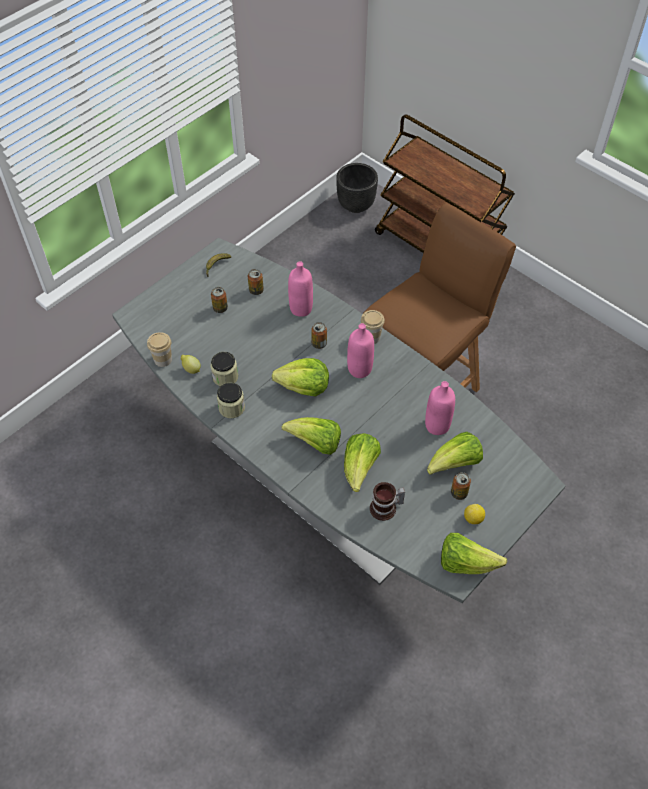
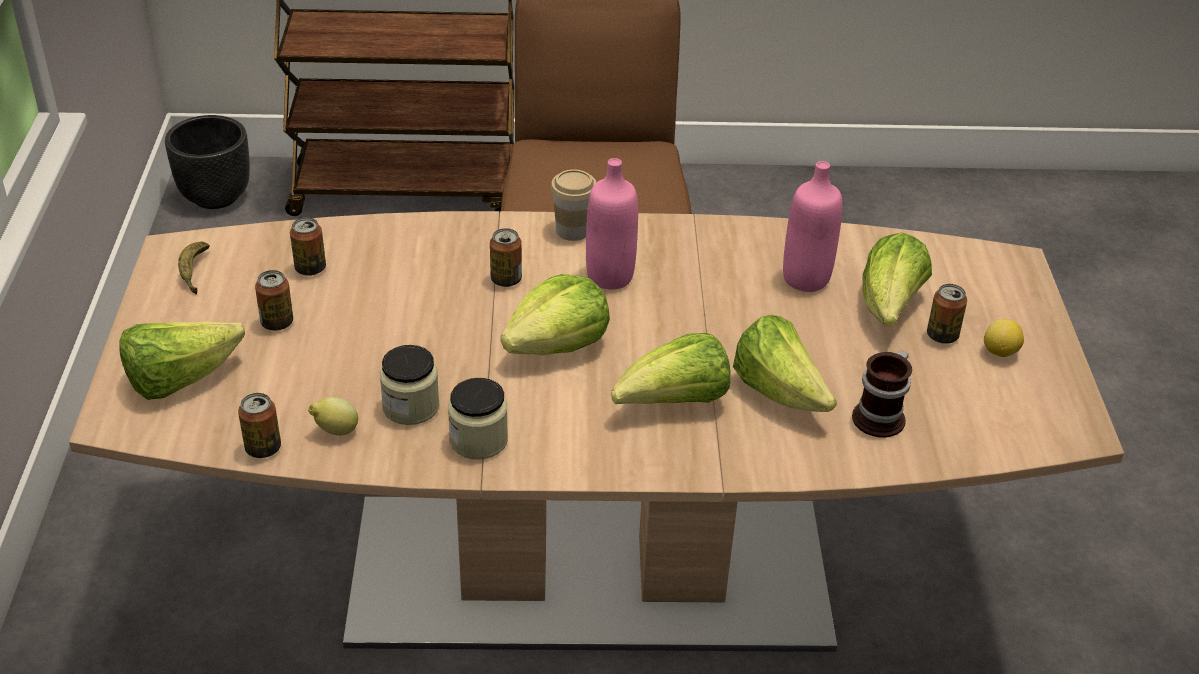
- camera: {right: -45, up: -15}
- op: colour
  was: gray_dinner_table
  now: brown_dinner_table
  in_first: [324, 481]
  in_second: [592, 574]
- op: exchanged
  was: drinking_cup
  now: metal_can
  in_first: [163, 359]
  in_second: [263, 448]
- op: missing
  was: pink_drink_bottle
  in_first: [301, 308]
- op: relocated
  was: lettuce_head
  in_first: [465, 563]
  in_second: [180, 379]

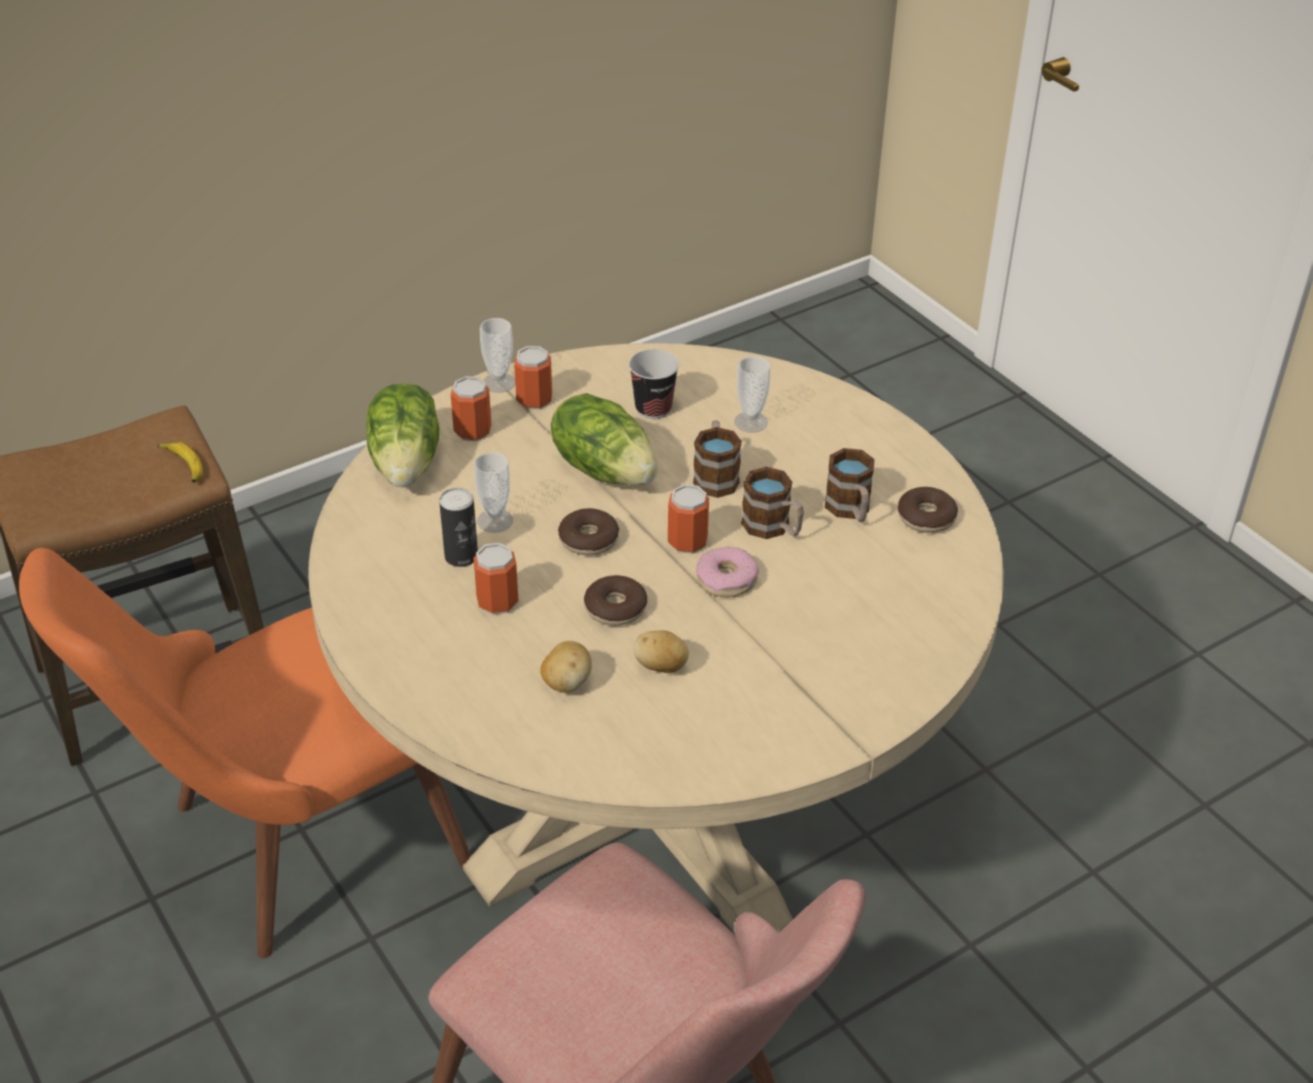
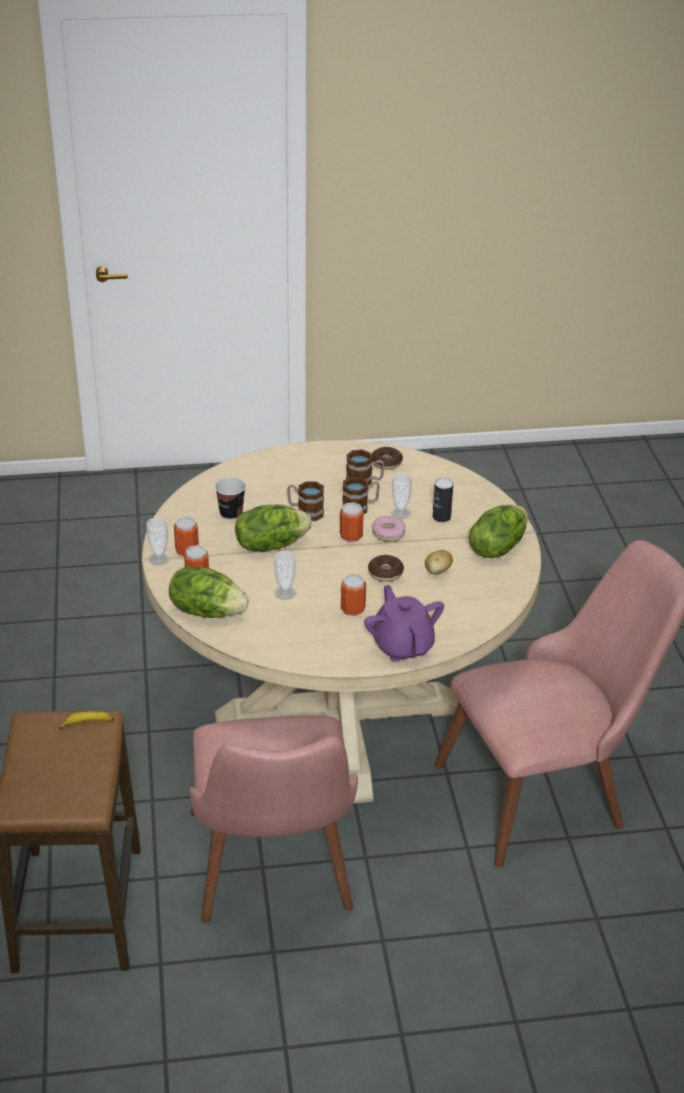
- camera: {right: -65, up: -5}
- op: colour
  was: orange-coloured_plain_chair
  now: pink_plain_chair
  in_first: [285, 850]
  in_second: [274, 878]
- op: relocated
  was: metal_can
  in_first: [461, 556]
  in_second: [441, 517]
- op: missing
  was: spud
  in_first: [566, 682]
- op: missing
  was: ring_doughnut
  in_first: [588, 540]
- op: relocated
  was: drinking_cup
  in_first: [751, 422]
  in_second: [400, 513]
- op: appeared
  now: purplish_pot_for_tea
  in_second: [402, 646]
- op: appeared
  now: lettuce_head
  in_second: [497, 547]

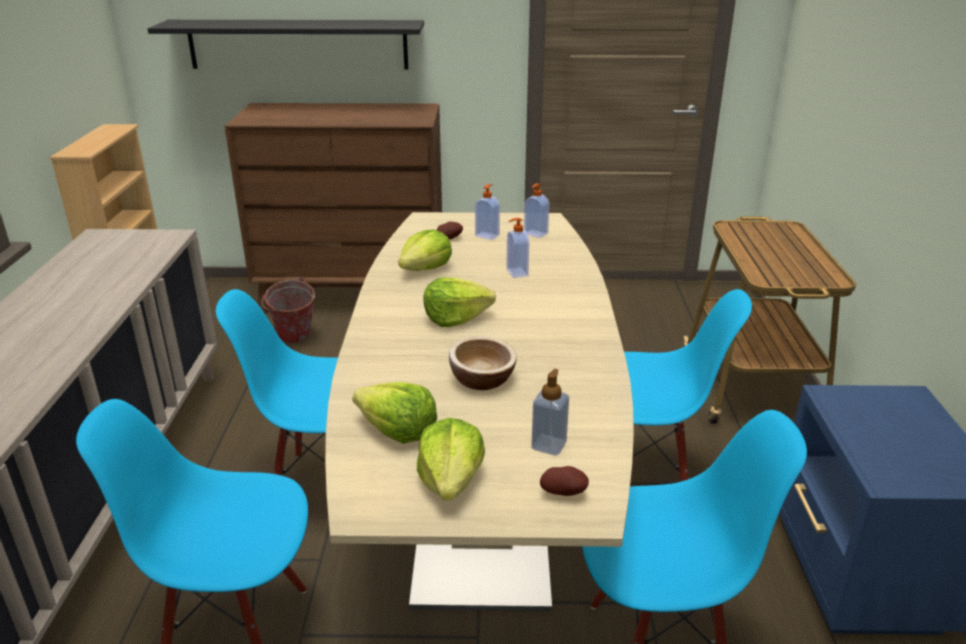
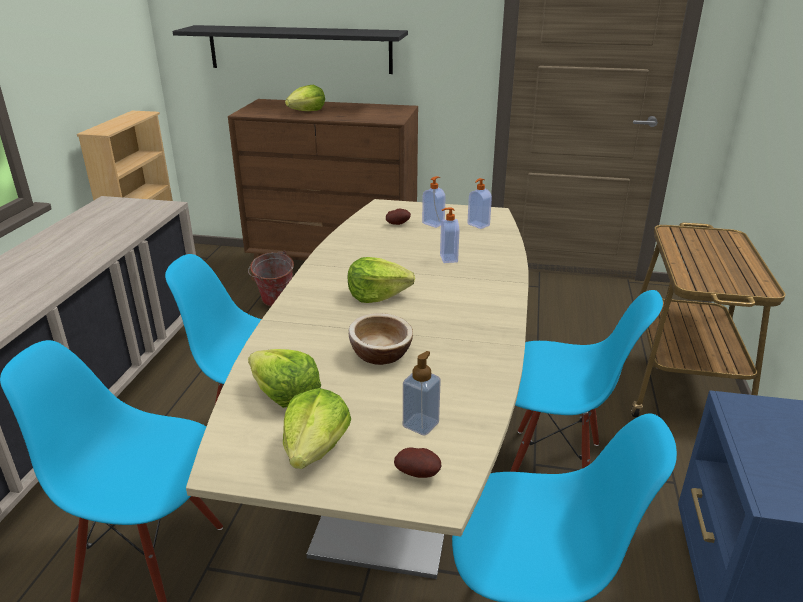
- camera: {right: 10, up: 0}
- op: relocated
  was: lettuce_head
  in_first: [425, 269]
  in_second: [307, 112]

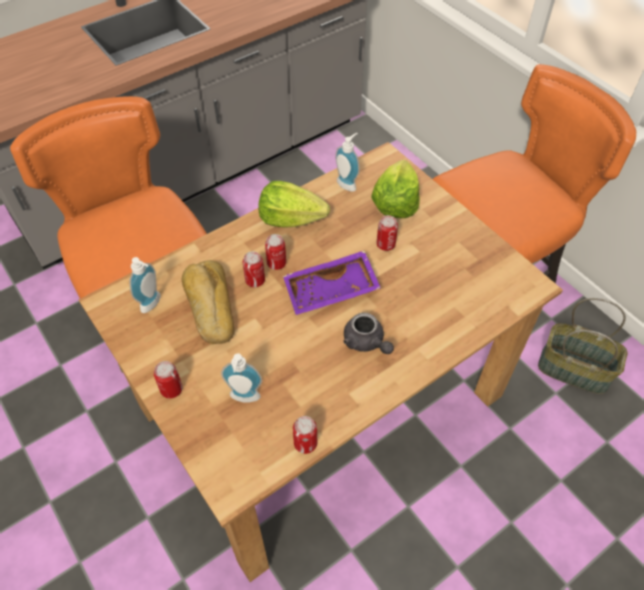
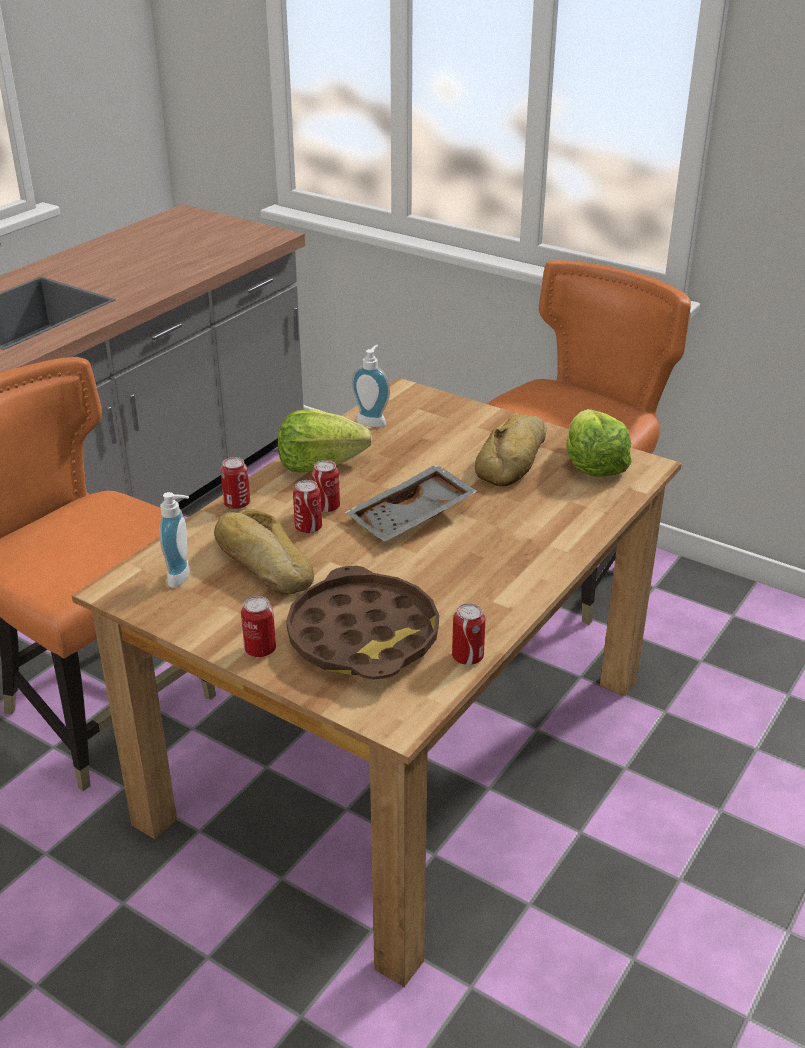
- camera: {right: -20, up: -20}
- op: exchanged
  was: soap_dispenser
  now: brown_serving_tray
  in_first: [244, 399]
  in_second: [363, 636]
- op: colour
  was: purplish_serving_tray
  now: gray_serving_tray
  in_first: [331, 291]
  in_second: [412, 518]
- op: missing
  was: gray_pot_for_tea
  in_first: [366, 342]
- op: relocated
  was: lettuce_head
  in_first: [395, 203]
  in_second: [593, 464]
- op: relocated
  was: metal_can
  in_first: [385, 244]
  in_second: [237, 504]
- op: missing
  was: household_basket
  in_first: [575, 369]
- op: appeared
  now: bread
  in_second: [515, 458]

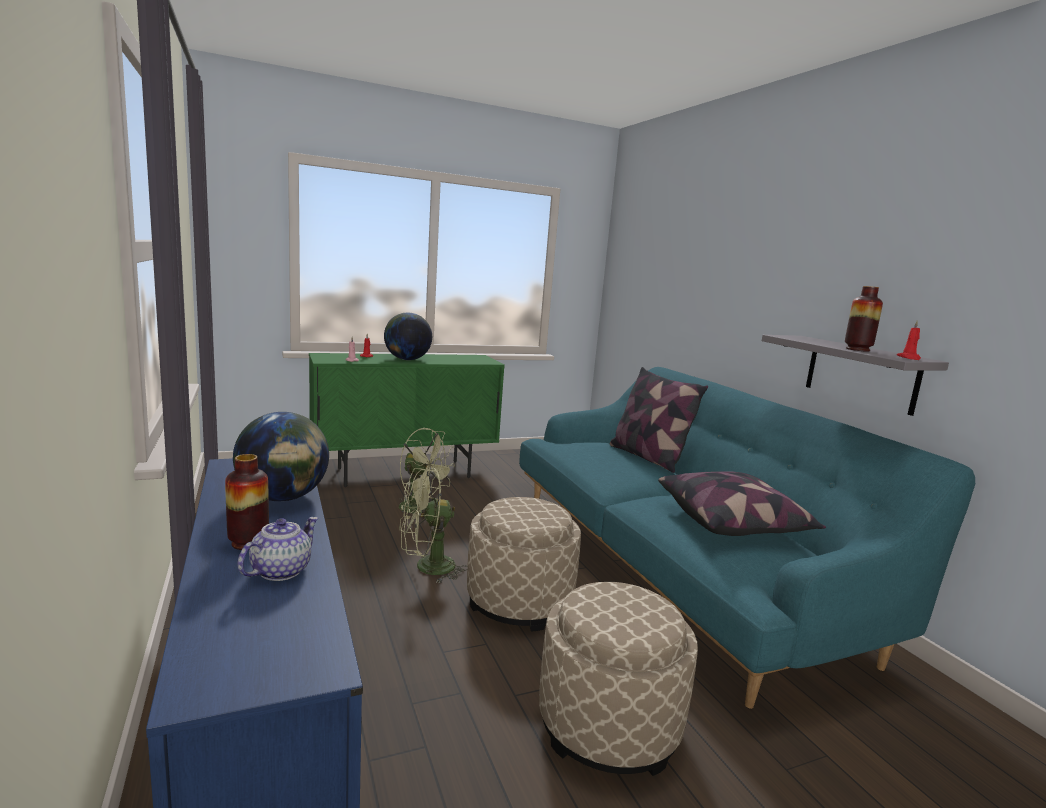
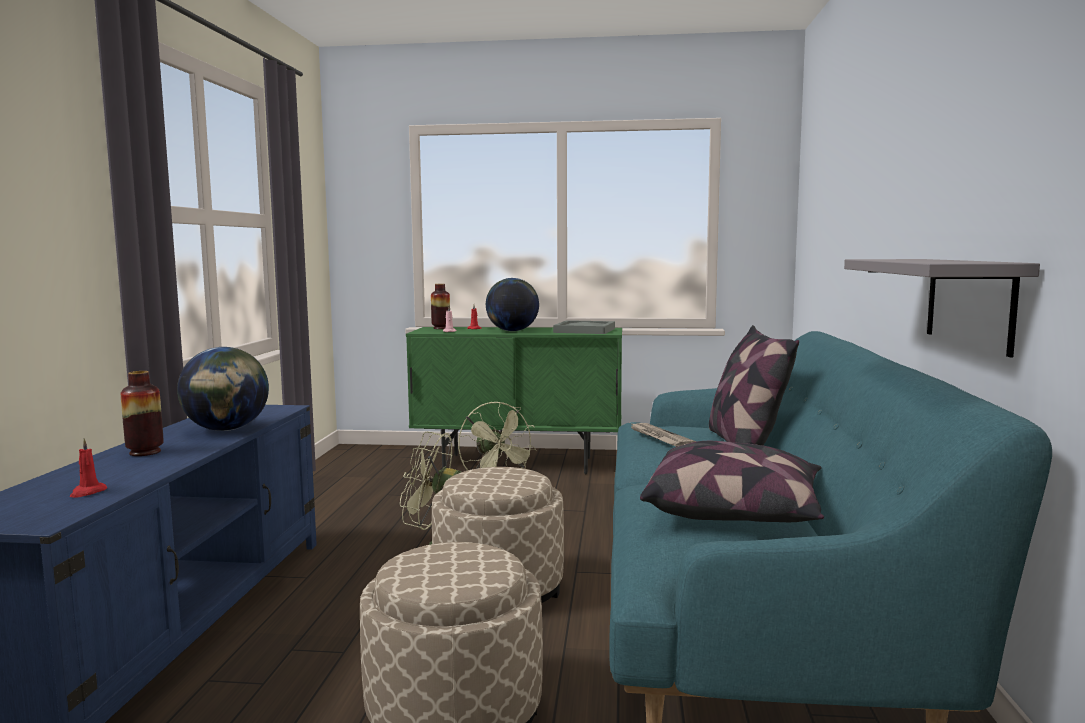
- camera: {right: 30, up: -5}
- op: missing
  was: pot_for_tea
  in_first: [281, 570]
- op: relocated
  was: decorative_vase
  in_first: [857, 349]
  in_second: [441, 328]
- op: relocated
  was: reddish_candle
  in_first: [909, 358]
  in_second: [87, 492]
- op: appeared
  now: gray_serving_tray
  in_second: [585, 330]
- op: appeared
  now: daily_paper
  in_second: [659, 437]

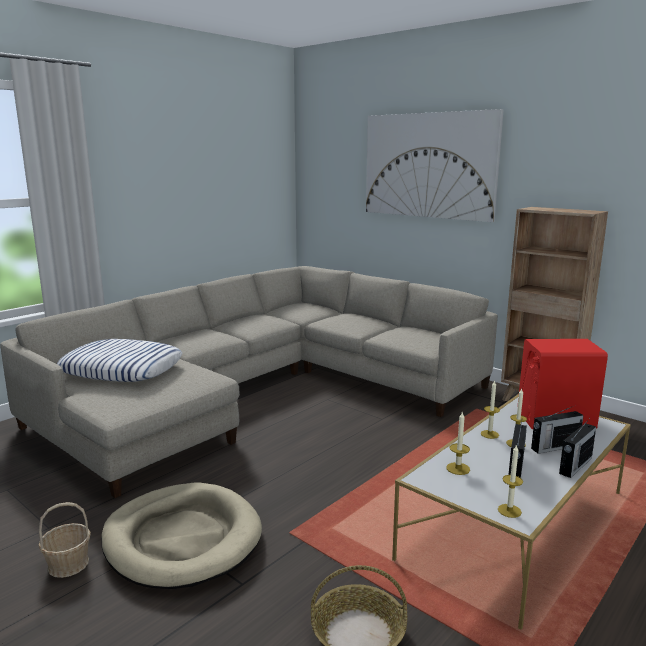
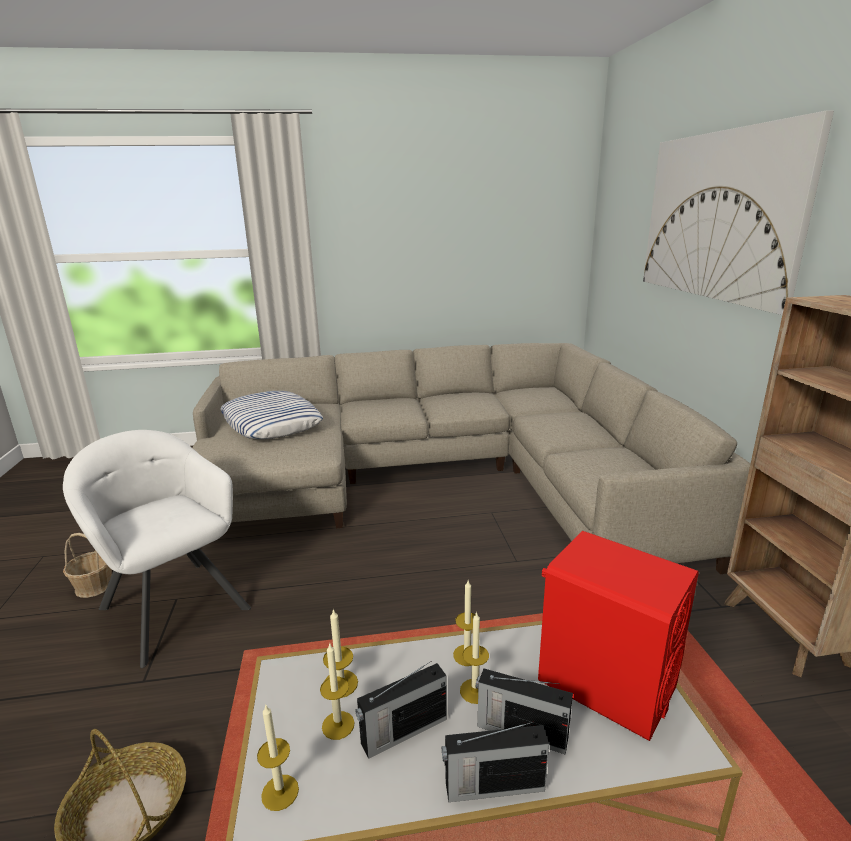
- camera: {right: 40, up: 5}
- op: exchanged
  was: sand-coloured_dog_bed
  now: white-coloured_easy_chair
  in_first: [182, 539]
  in_second: [175, 607]
- op: appeared
  now: candle
  in_second: [338, 725]

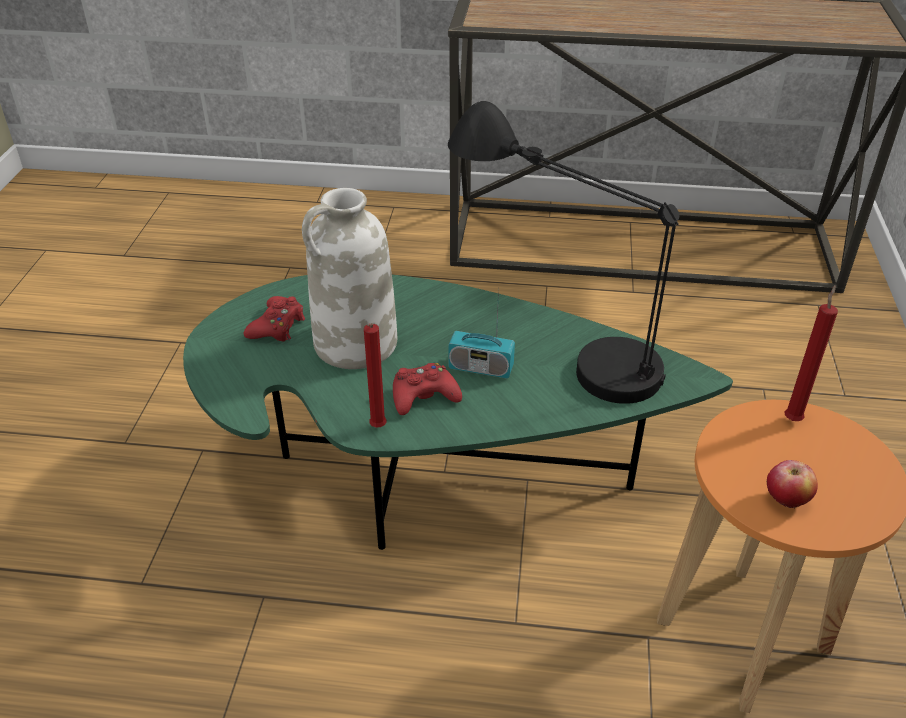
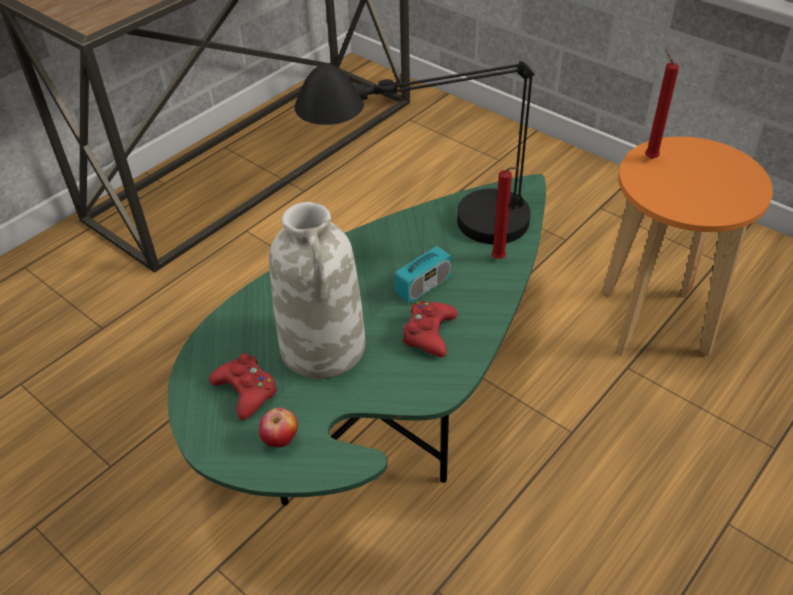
- camera: {right: -55, up: 5}
- op: relocated
  was: reddish_candle
  in_first: [377, 429]
  in_second: [500, 259]
- op: relocated
  was: whole_apple
  in_first: [785, 501]
  in_second: [281, 441]

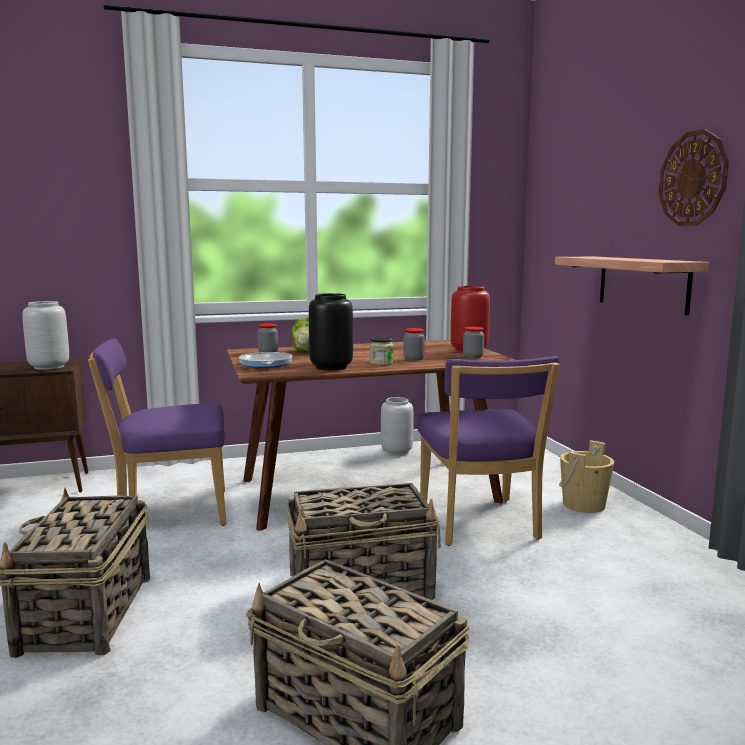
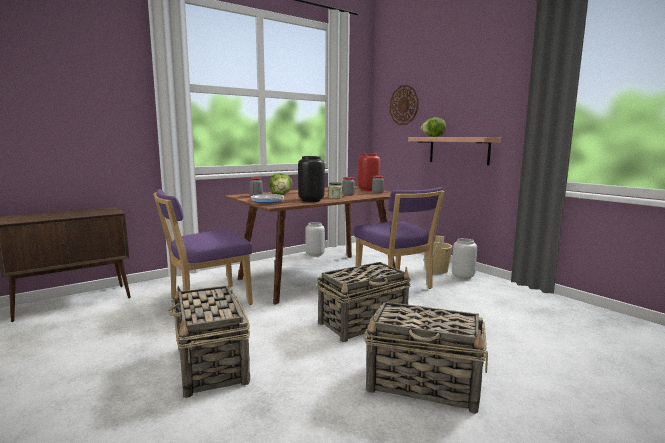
- camera: {right: -20, up: 0}
- op: relocated
  was: gray_decorative_vase
  in_first: [50, 367]
  in_second: [463, 276]
- op: relocated
  was: clock_on_the_wall
  in_first: [693, 178]
  in_second: [404, 105]
- op: appeared
  now: lettuce_head
  in_second: [433, 136]

